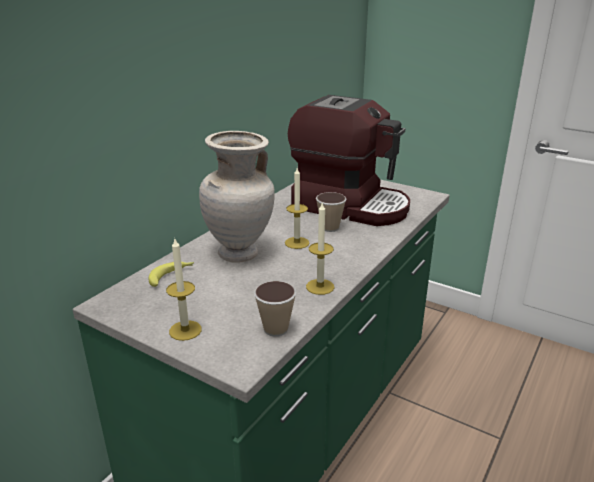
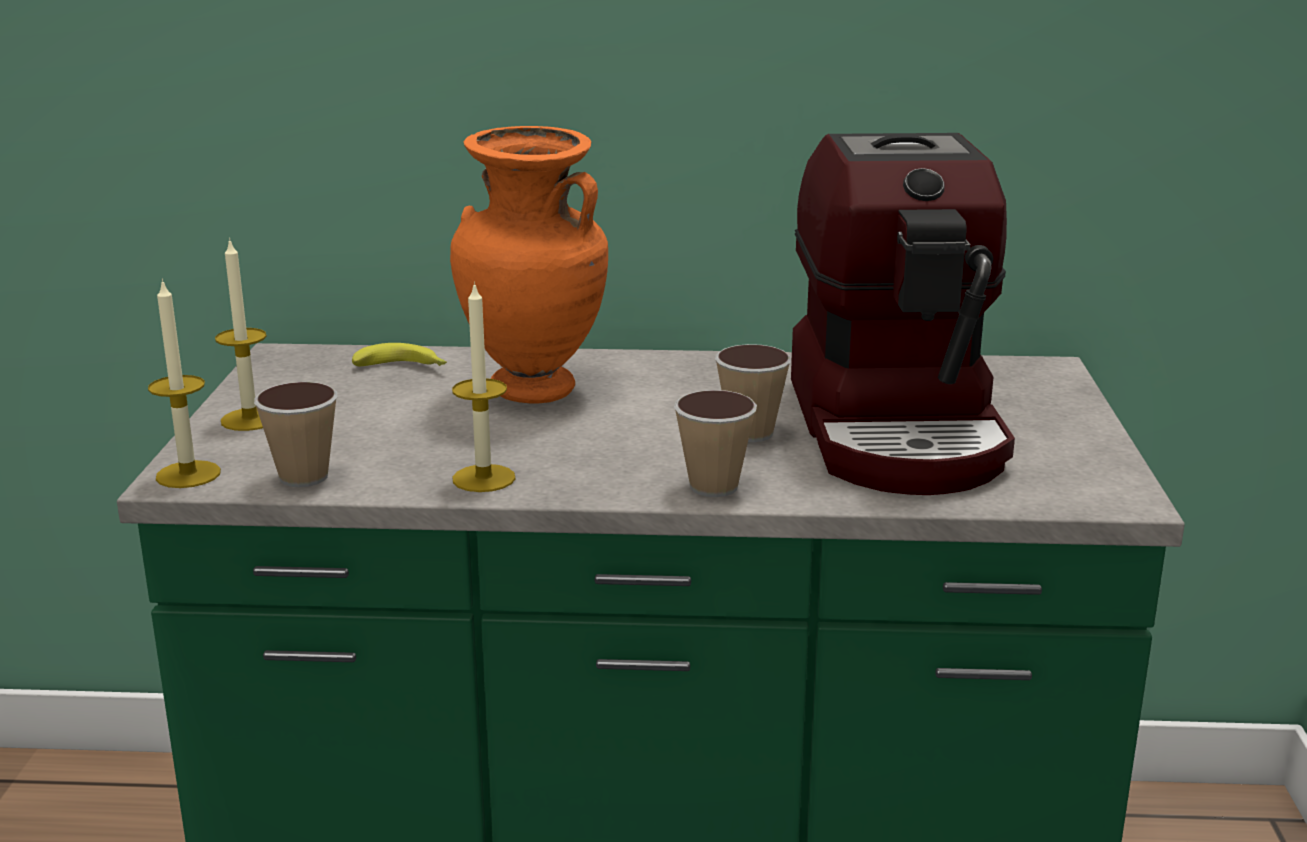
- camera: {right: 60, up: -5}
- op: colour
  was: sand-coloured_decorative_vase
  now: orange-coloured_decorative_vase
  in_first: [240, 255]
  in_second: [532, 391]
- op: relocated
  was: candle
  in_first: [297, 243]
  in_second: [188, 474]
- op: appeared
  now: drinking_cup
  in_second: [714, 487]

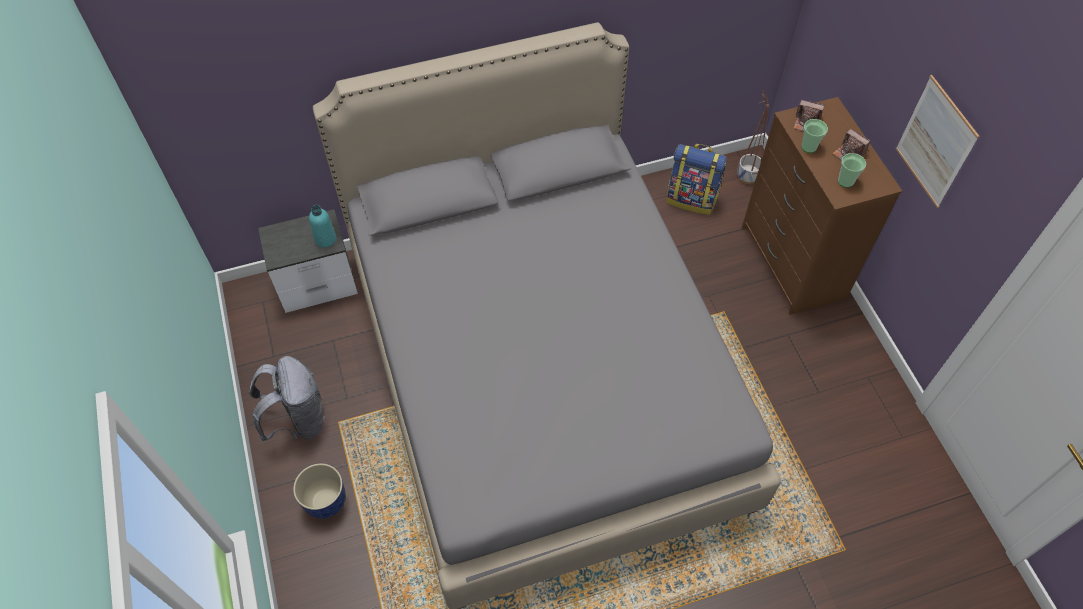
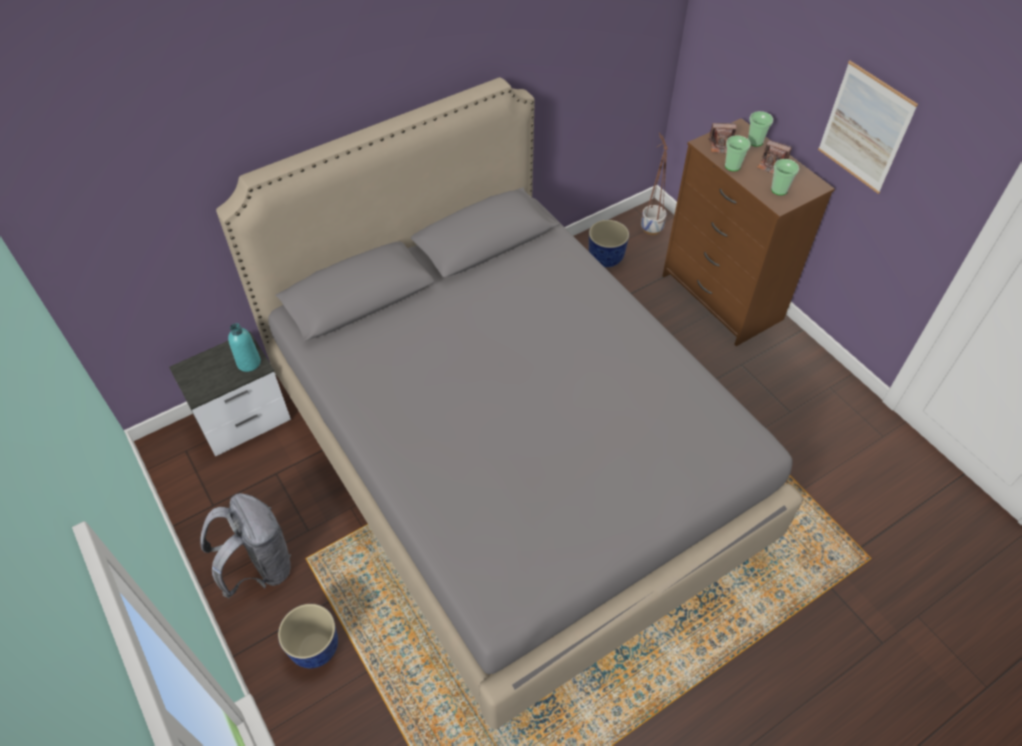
- camera: {right: -15, up: -5}
- op: exchanged
  was: knapsack
  now: plant_pot
  in_first: [692, 199]
  in_second: [606, 258]
- op: appeared
  now: drinking_cup
  in_second: [755, 141]

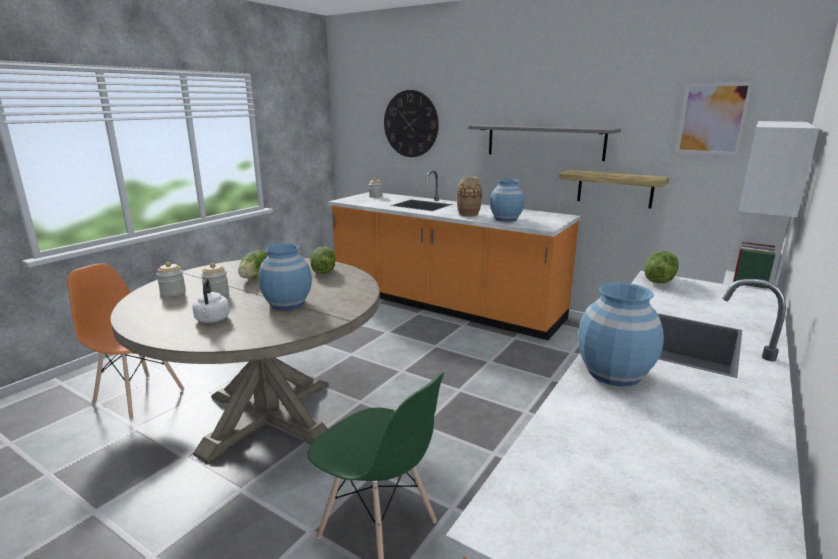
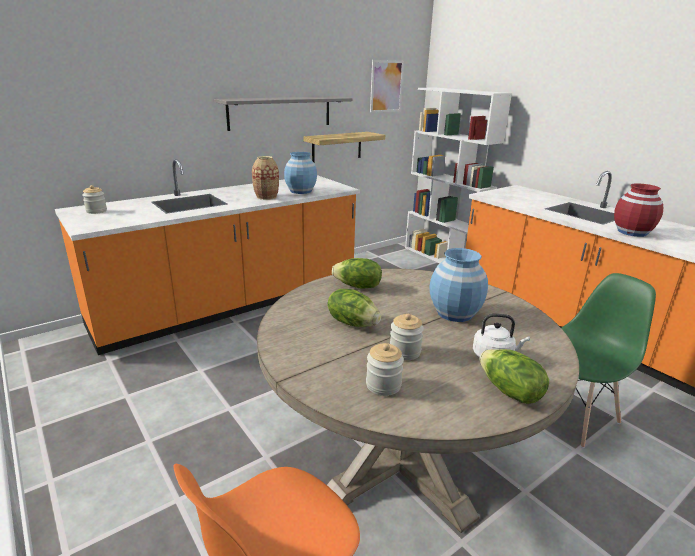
- camera: {right: -70, up: 5}
- op: missing
  was: clock_on_the_wall
  in_first: [411, 124]
- op: colour
  was: blue-coloured_decorative_vase
  now: reddish_decorative_vase
  in_first: [613, 373]
  in_second: [632, 232]
- op: relocated
  was: lettuce_head
  in_first: [658, 280]
  in_second: [509, 391]

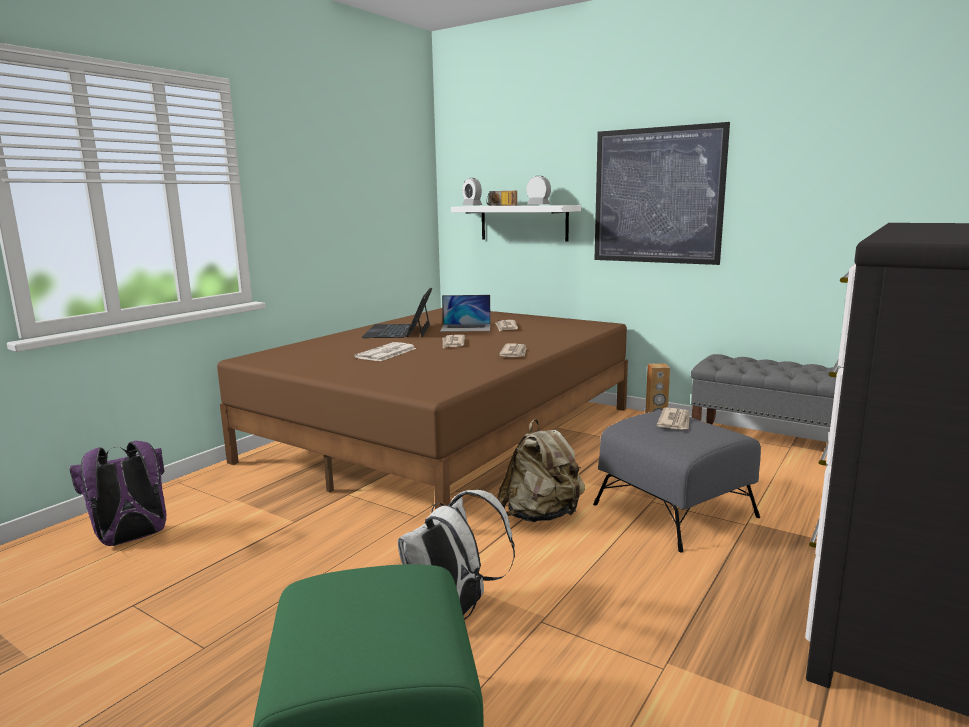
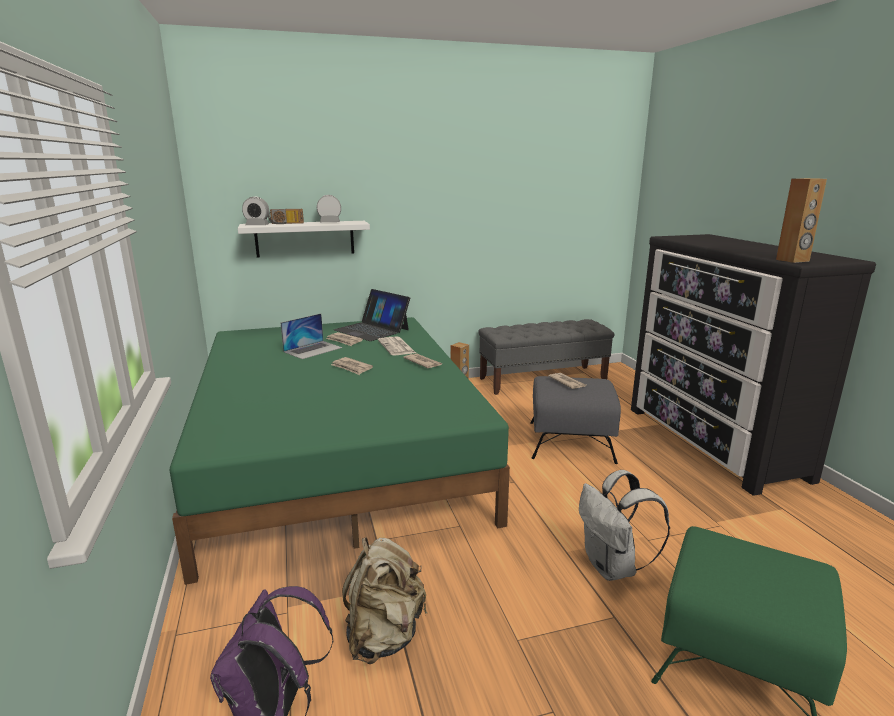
- camera: {right: -50, up: 5}
- op: colour
  was: brown_bedroom_bed
  now: greenish_bedroom_bed
  in_first: [447, 433]
  in_second: [338, 453]
- op: relocated
  was: daily_paper
  in_first: [386, 353]
  in_second: [397, 347]
- op: relocated
  was: portable_computer
  in_first: [399, 331]
  in_second: [372, 330]
- op: relocated
  was: sand-coloured_knapsack
  in_first: [541, 516]
  in_second: [384, 635]
- op: missing
  was: wall_art
  in_first: [657, 196]
- op: appeared
  now: brown_audio_speaker
  in_second: [792, 260]

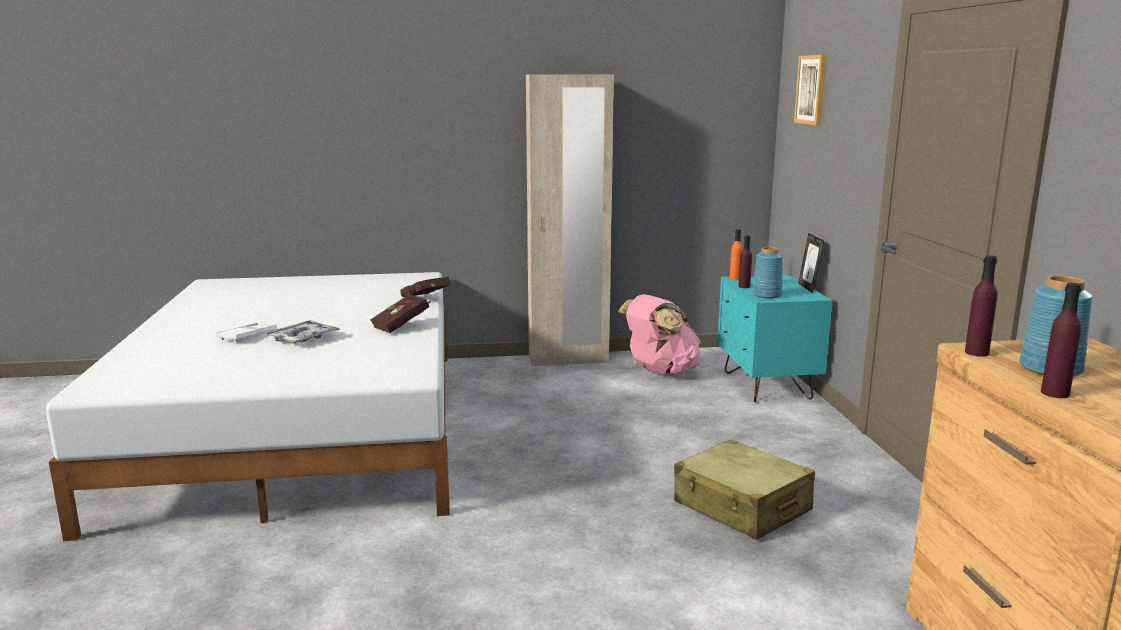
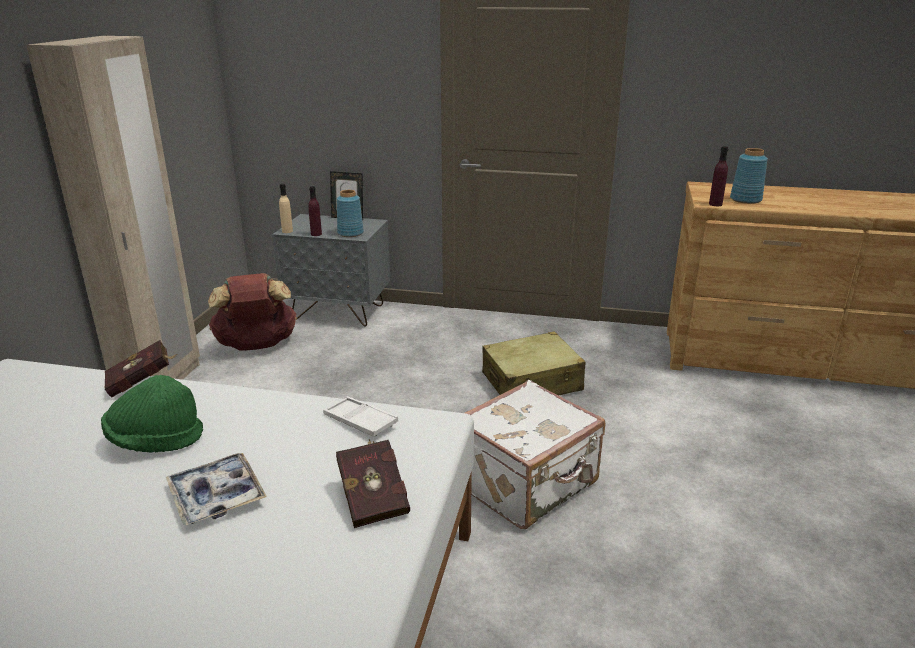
- camera: {right: -70, up: 10}
- op: relocated
  was: white-coloured_serving_tray
  in_first: [247, 335]
  in_second: [360, 421]
- op: relocated
  was: reddish_volume
  in_first: [403, 327]
  in_second: [373, 497]
- op: colour
  was: pink_knapsack
  now: brown_knapsack
  in_first: [660, 372]
  in_second: [256, 346]
- op: colour
  was: blue-green_nightstand
  now: gray_nightstand
  in_first: [767, 386]
  in_second: [339, 312]
- op: colour
  was: orange-coloured_drink_bottle
  now: sand-coloured_drink_bottle
  in_first: [735, 278]
  in_second: [287, 231]
- op: missing
  was: wall_art
  in_first: [812, 89]
- op: missing
  was: purplish_drink_bottle
  in_first: [1055, 393]
- op: appeared
  now: greenish_wearable_hat
  in_second: [155, 440]
- op: appeared
  now: white-coloured_suitcase
  in_second: [528, 484]

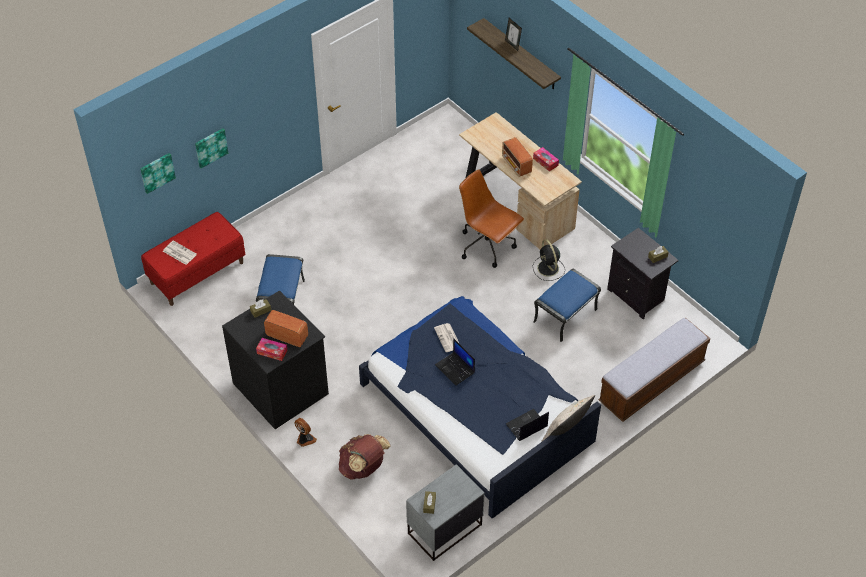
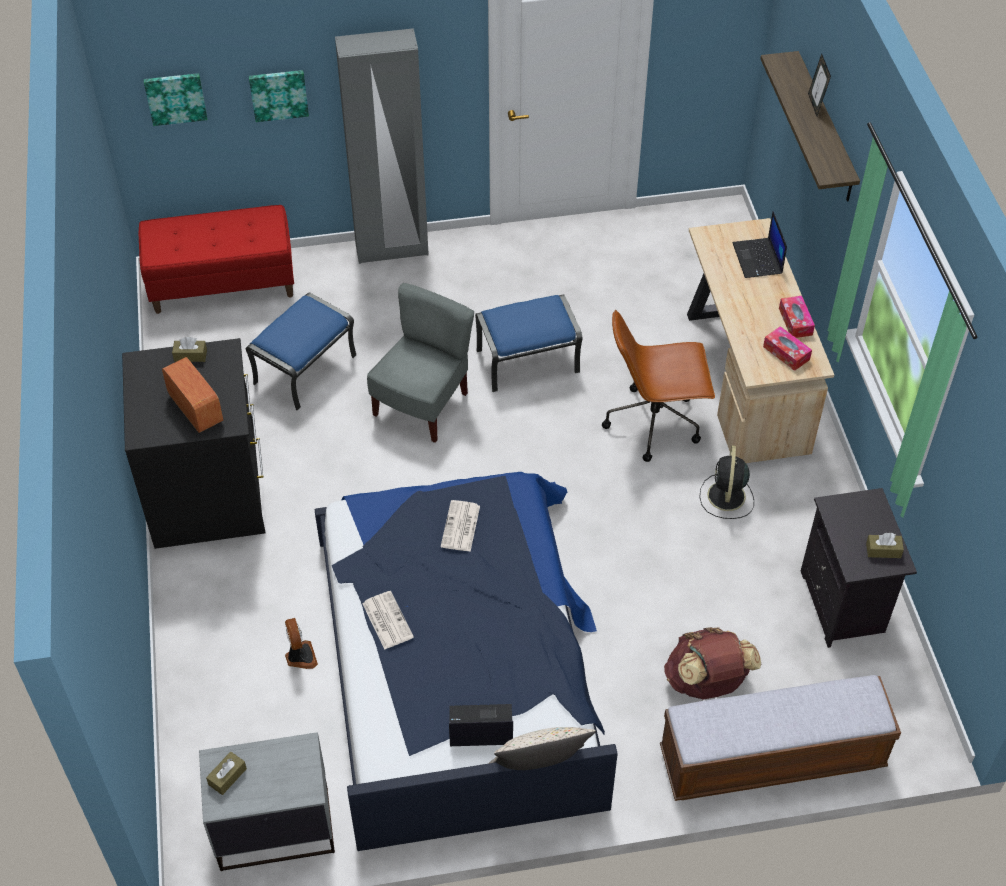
- camera: {right: 30, up: 0}
- op: relocated
  was: daily_paper
  in_first: [179, 253]
  in_second: [386, 620]
- op: relocated
  was: tissue_box
  in_first: [272, 352]
  in_second: [786, 353]
- op: relocated
  was: electric_fan
  in_first: [305, 439]
  in_second: [300, 656]
- op: relocated
  was: brown_knapsack
  in_first: [363, 468]
  in_second: [706, 683]
- op: relocated
  was: portable_computer
  in_first: [455, 369]
  in_second: [758, 259]
- op: spun
  was: brown_office_chair
  in_first: [487, 246]
  in_second: [655, 422]
  clockwise: -75
- op: missing
  was: radio_receiver
  in_first: [516, 165]
- op: relocated
  was: blue-coloured_ottoman
  in_first: [565, 315]
  in_second: [528, 360]
- op: appeared
  now: gray_clothes_cupboard
  in_second: [392, 250]
- op: appeared
  now: gray_plain_chair
  in_second: [422, 405]

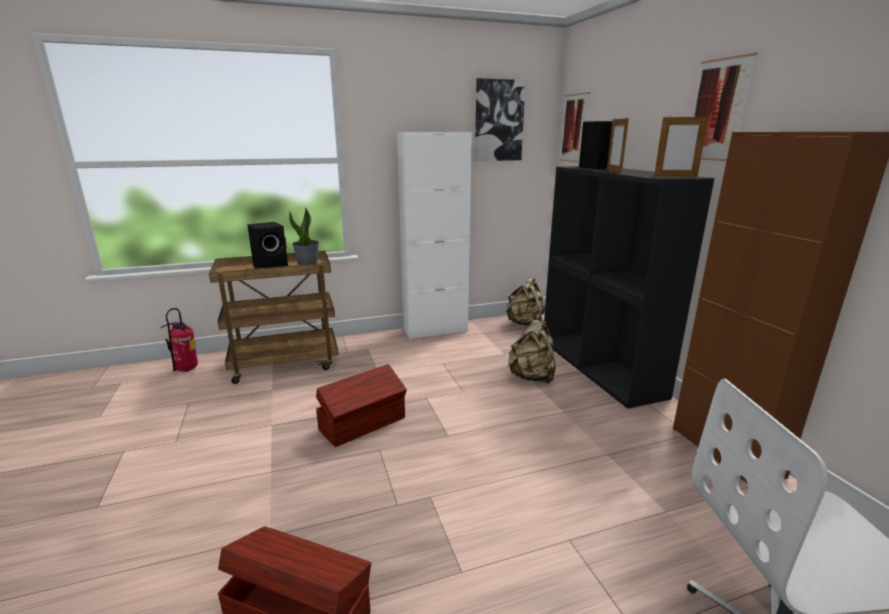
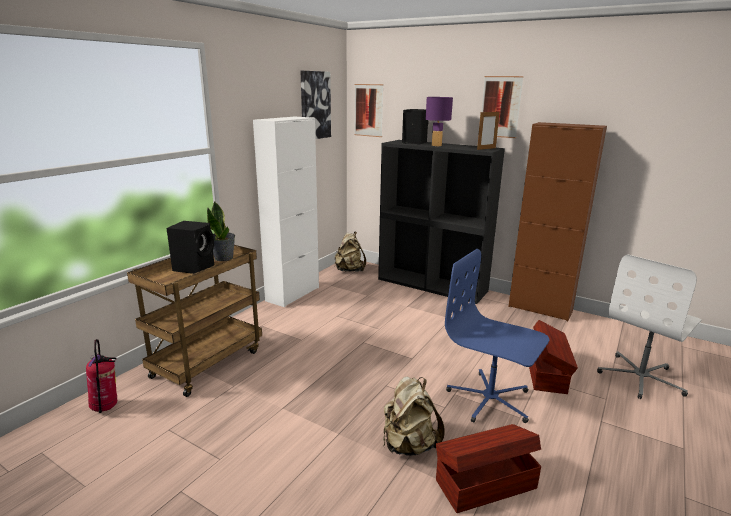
- camera: {right: -40, up: 0}
- op: relocated
  was: brown_storage_bin
  in_first: [364, 424]
  in_second: [546, 372]
- op: relocated
  was: sand-coloured_knapsack
  in_first: [532, 377]
  in_second: [409, 445]
- op: exchanged
  was: photo_frame
  now: purplish_lamp_for_a_table
  in_first: [614, 171]
  in_second: [437, 145]
- op: appeared
  now: blue-coloured_office_chair
  in_second: [490, 400]

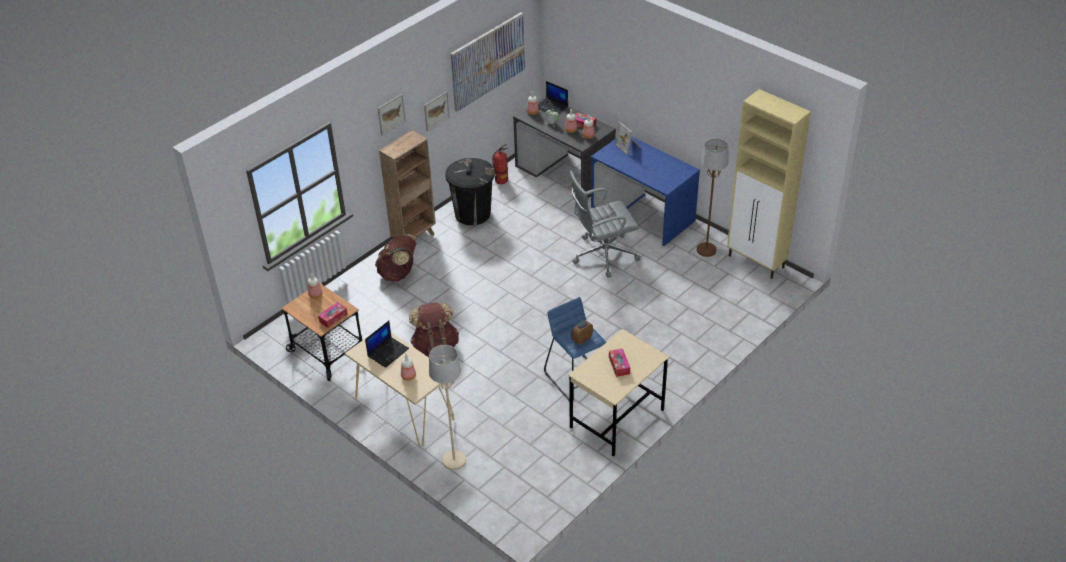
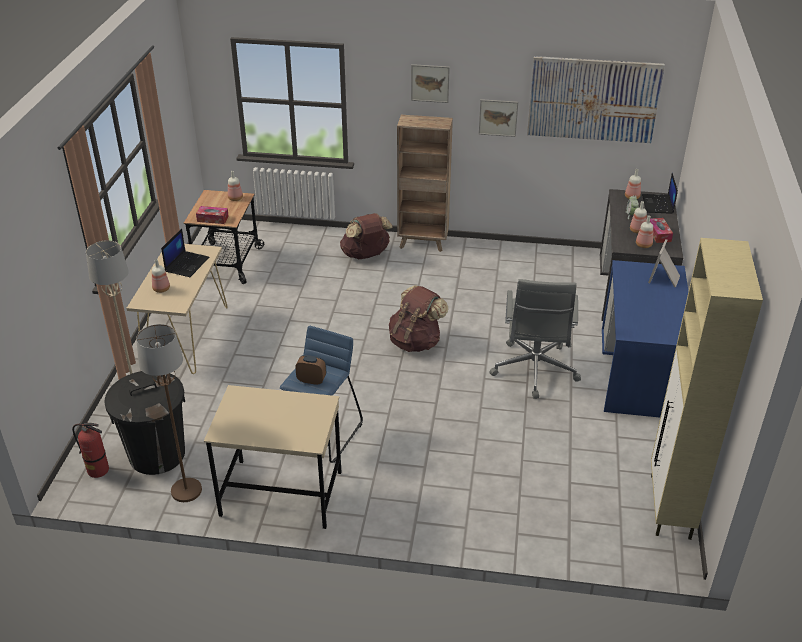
- camera: {right: 55, up: -5}
- op: spun
  was: portable_computer
  in_first: [388, 352]
  in_second: [187, 264]
  clockwise: -75
- op: relocated
  was: brown_knapsack
  in_first: [435, 347]
  in_second: [416, 342]
- op: relocated
  was: blackish_rubbish_bin
  in_first: [472, 214]
  in_second: [156, 454]
- op: relocated
  was: fire-fighting_cylinder
  in_first: [501, 180]
  in_second: [98, 470]
- op: spun
  was: gray_office_chair
  in_first: [602, 255]
  in_second: [534, 371]
  clockwise: -120
- op: missing
  was: tissue_box
  in_first: [619, 365]
- op: relocated
  was: brown_standard_lamp
  in_first: [706, 250]
  in_second: [186, 491]

